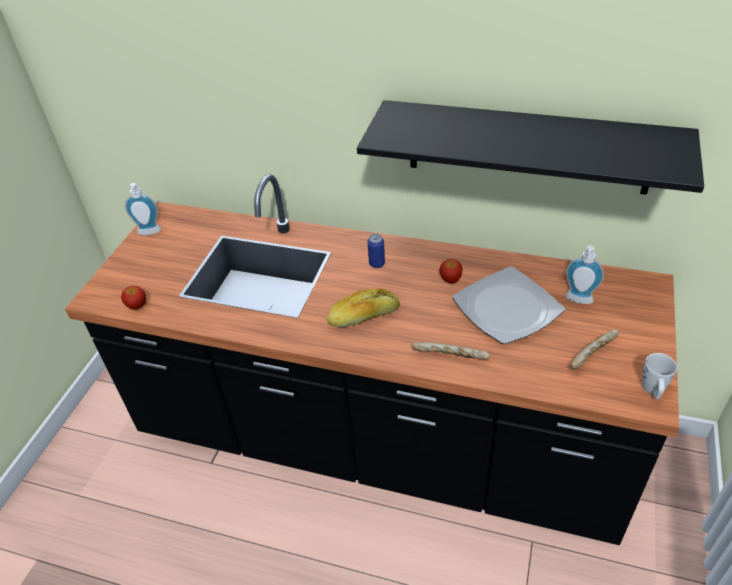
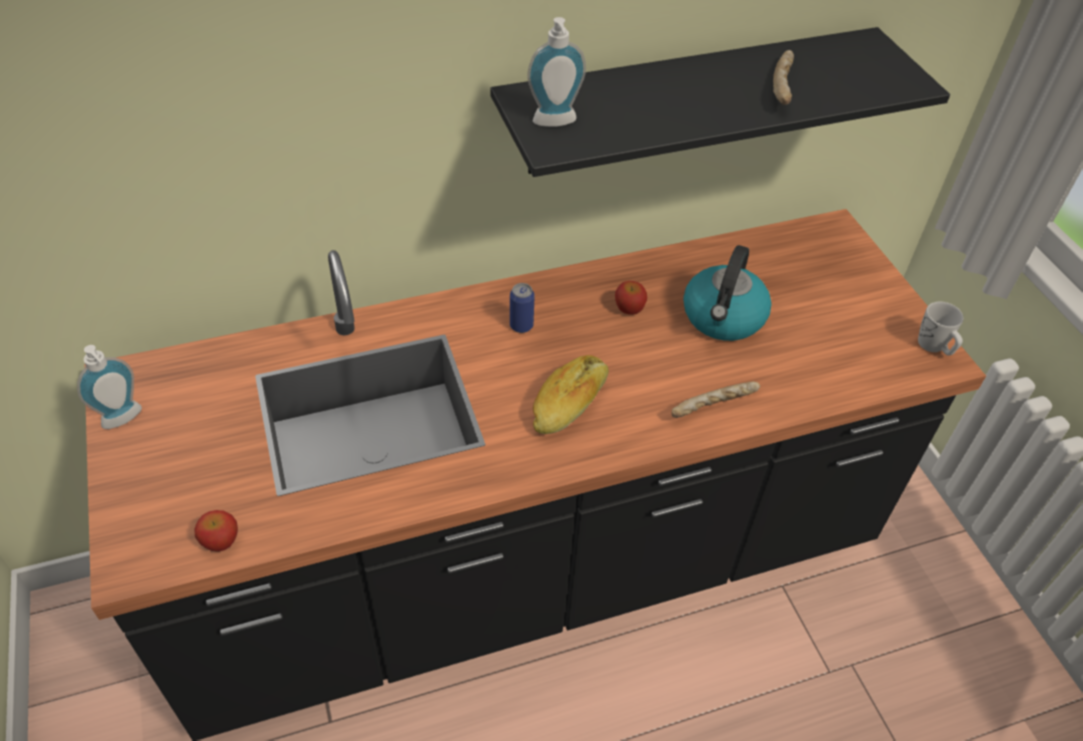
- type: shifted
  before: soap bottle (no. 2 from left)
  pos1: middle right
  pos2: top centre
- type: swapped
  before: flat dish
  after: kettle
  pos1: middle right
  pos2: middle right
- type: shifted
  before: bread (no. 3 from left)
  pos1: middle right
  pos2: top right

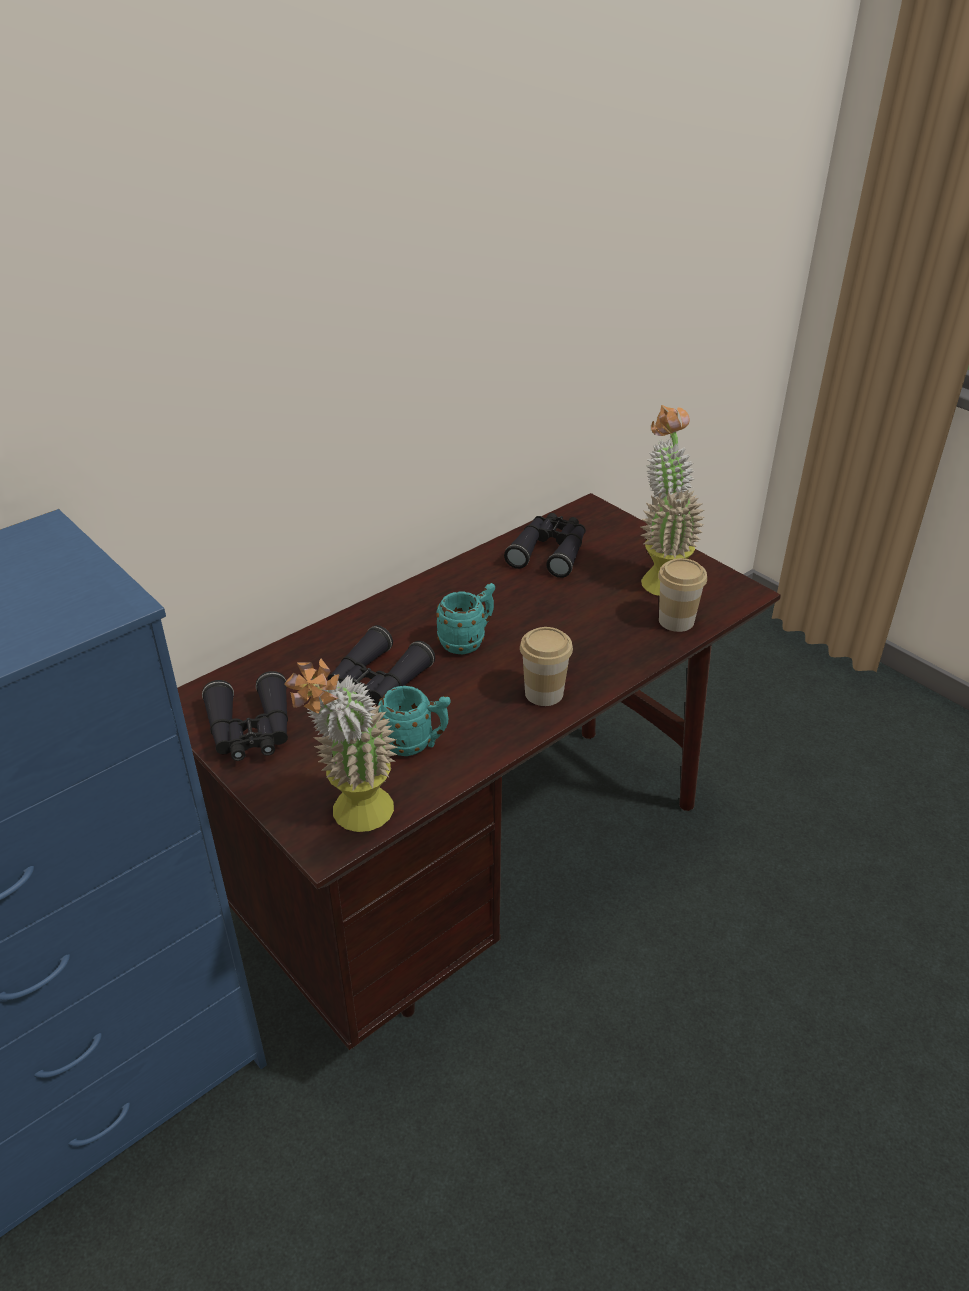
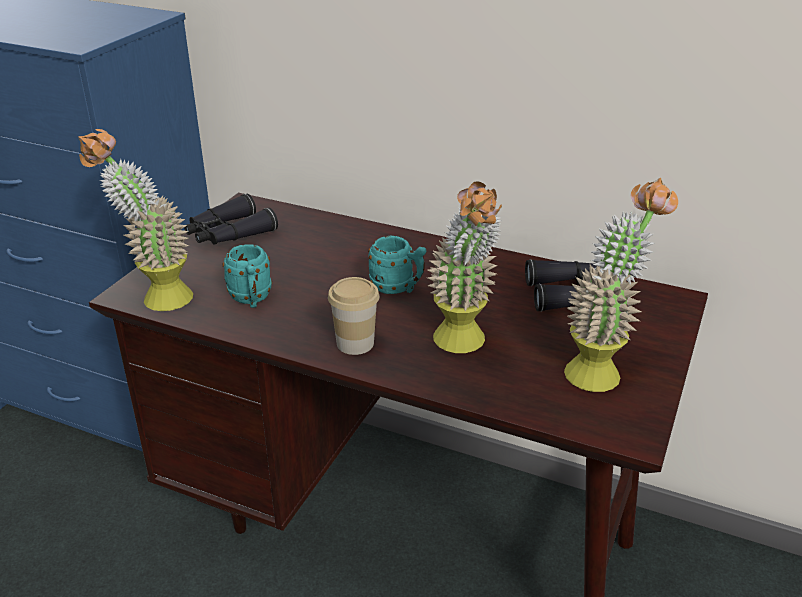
- type: new
  after: plant in a pot (no. 2 from left)
  pos2: centre
- type: gone
  before: black-coloured field glasses (no. 2 from left)
  pos1: centre
- type: gone
  before: cup (no. 2 from left)
  pos1: middle right

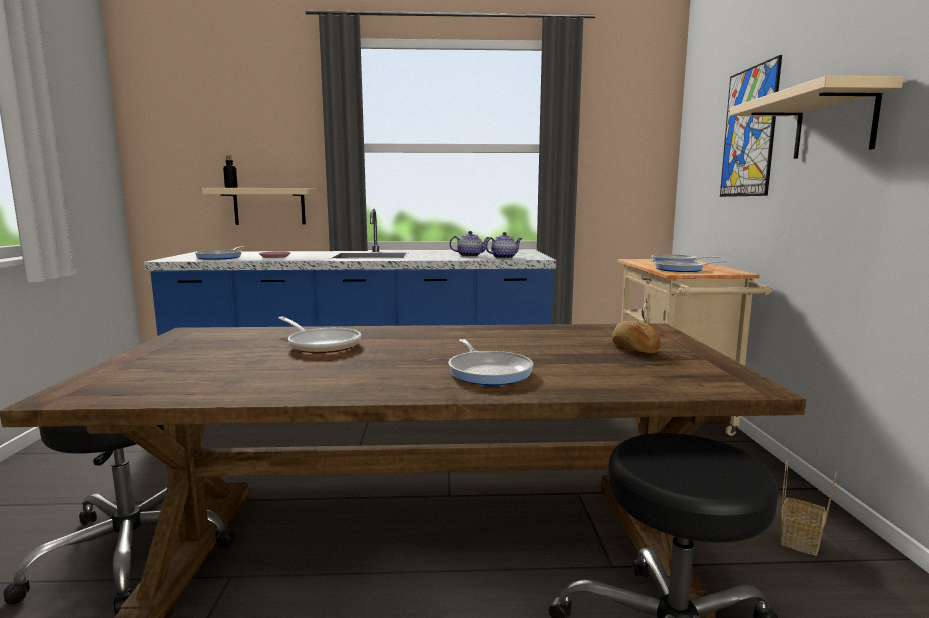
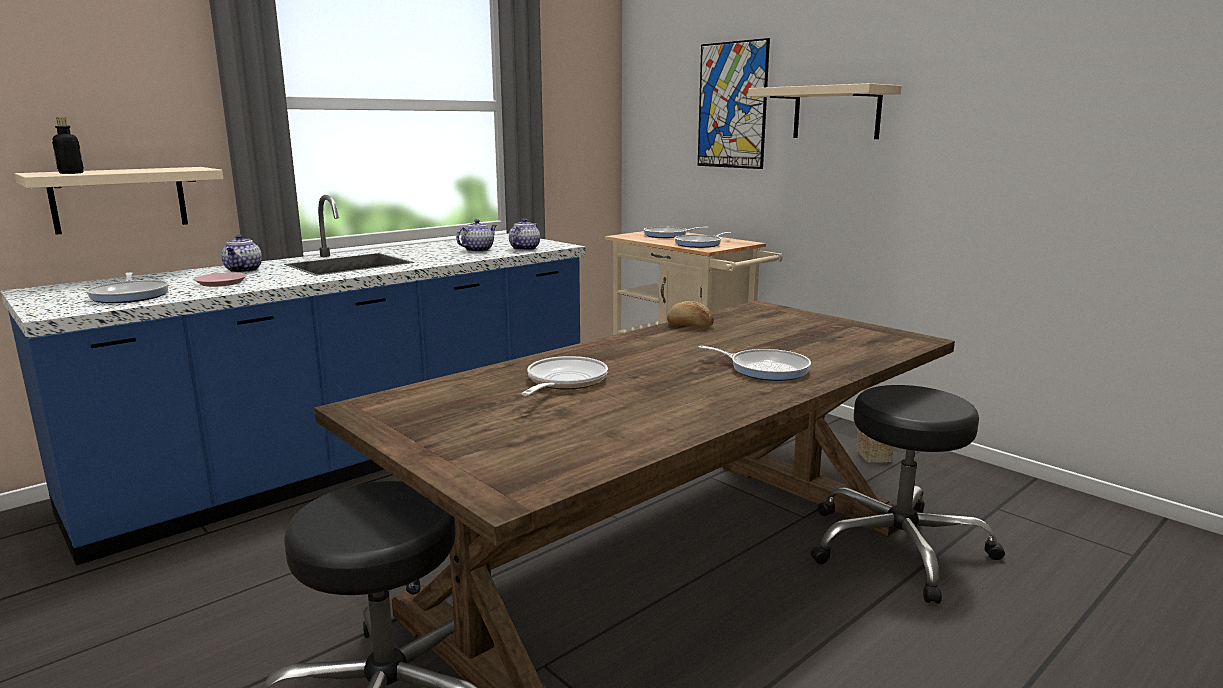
- type: new
  after: tea pot (no. 1 from left)
  pos2: middle left
- type: rotated
  before: pan (no. 2 from left)
  pos1: centre
  pos2: centre
  turn: -75
- type: shifted
  before: bread
  pos1: middle right
  pos2: centre

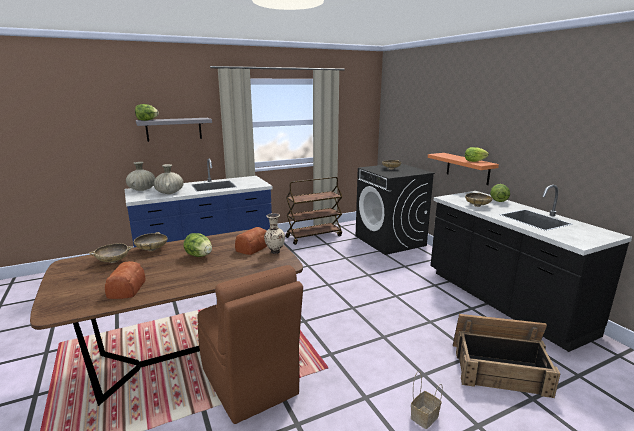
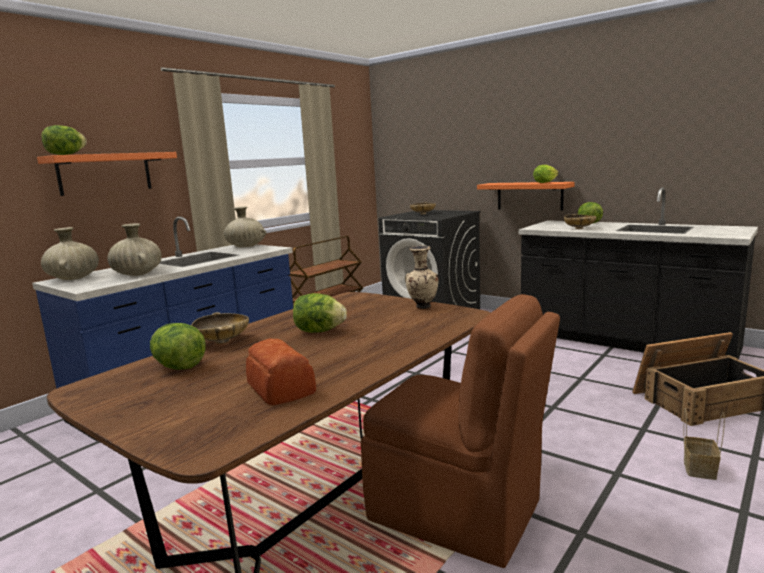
- type: repainted
  before: greyish wall shelf
  after: orange-coloured wall shelf (no. 1 from left)
  pos1: top left
  pos2: top left
- type: swapped
  before: beige-coloured serving bowl (no. 1 from left)
  after: lettuce (no. 2 from left)
  pos1: middle left
  pos2: middle left
- type: new
  after: beige-coloured vase (no. 3 from left)
  pos2: middle left
- type: gone
  before: bread (no. 2 from left)
  pos1: centre

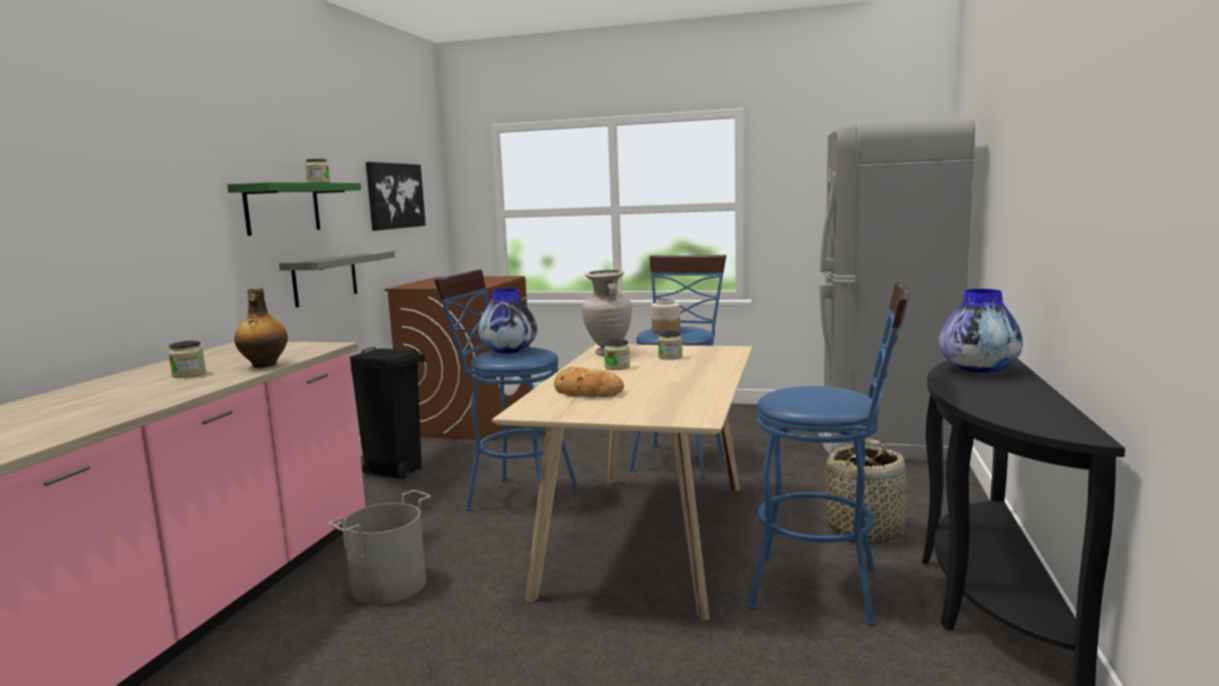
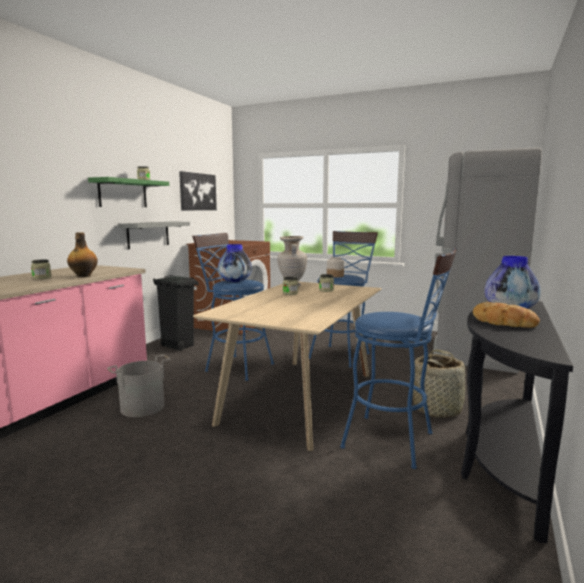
- type: shifted
  before: bread
  pos1: centre
  pos2: middle right

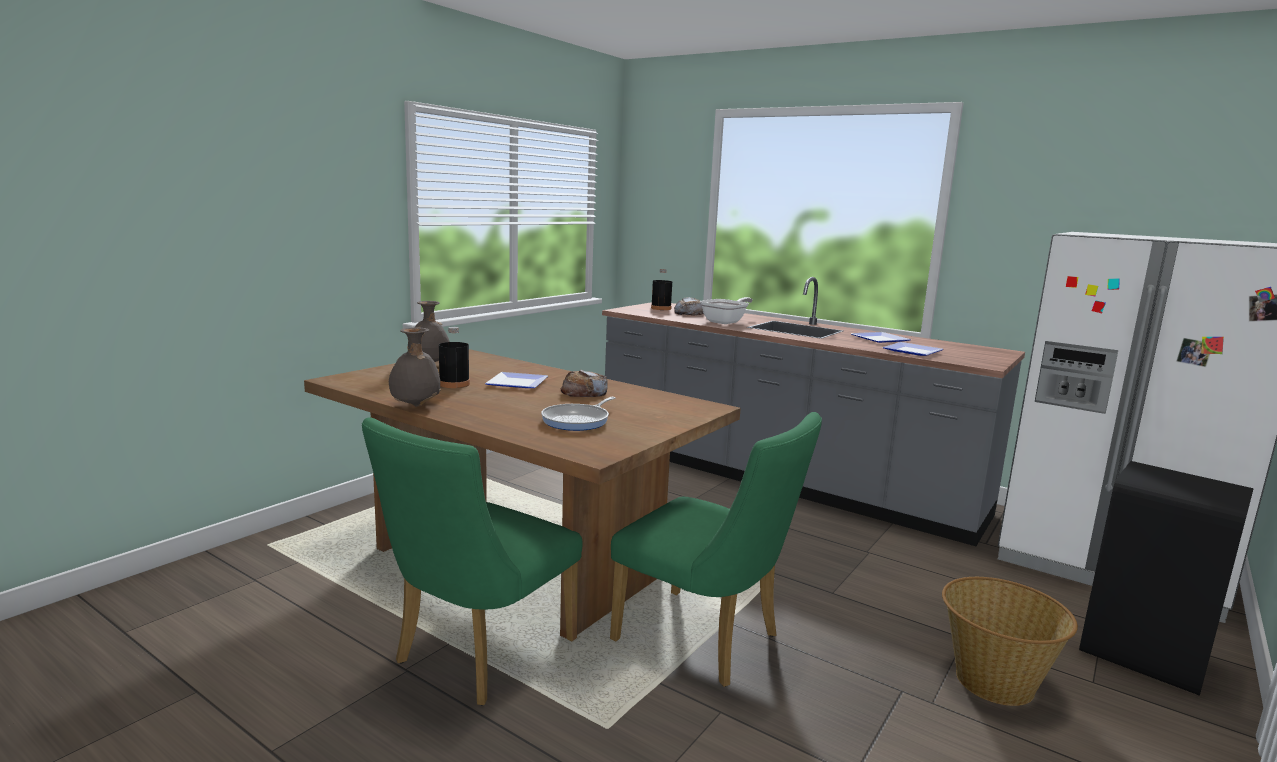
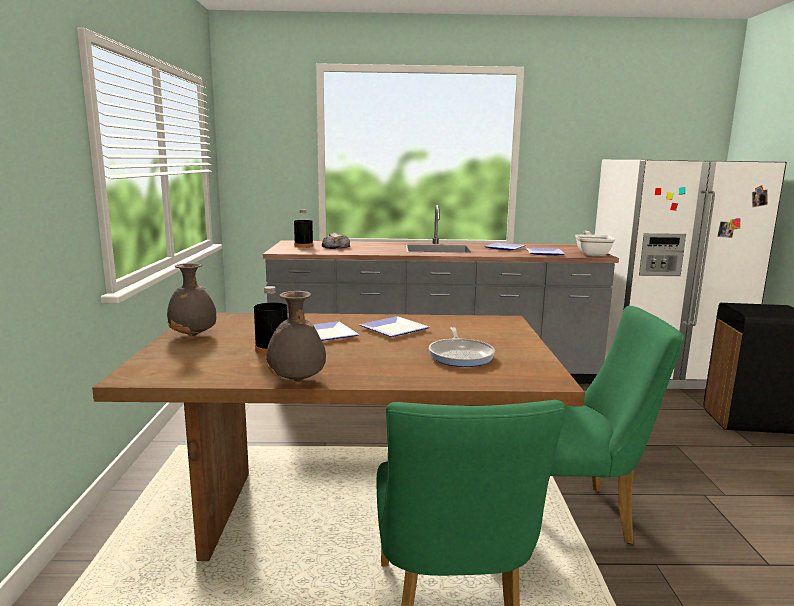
- type: swapped
  before: bread (no. 1 from left)
  after: flat dish (no. 2 from left)
  pos1: centre
  pos2: centre
- type: shifted
  before: pan (no. 2 from left)
  pos1: centre
  pos2: middle right
- type: gone
  before: household basket
  pos1: bottom right

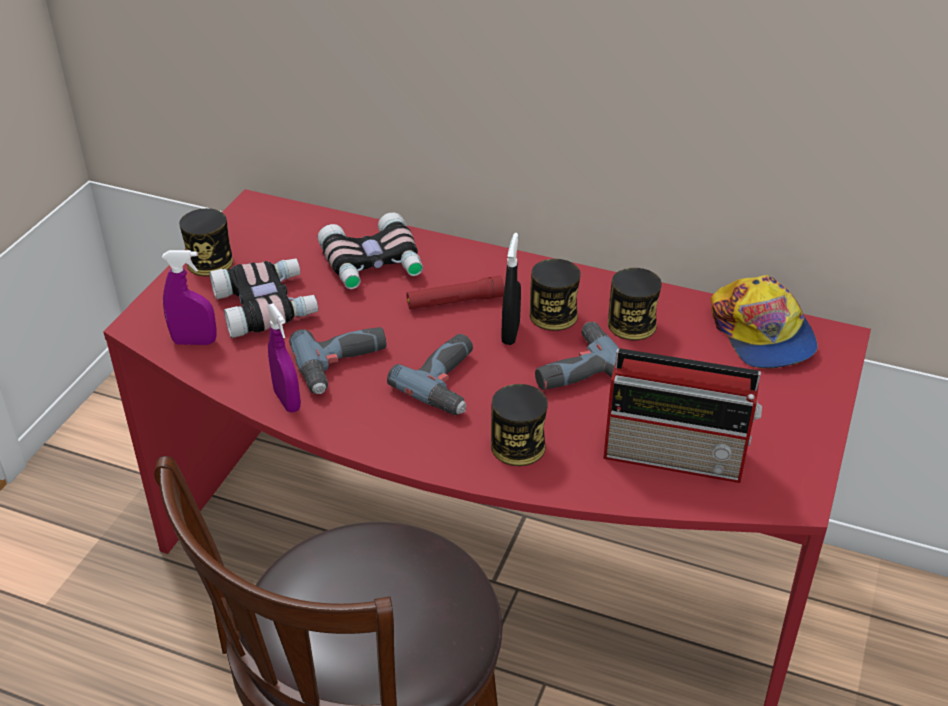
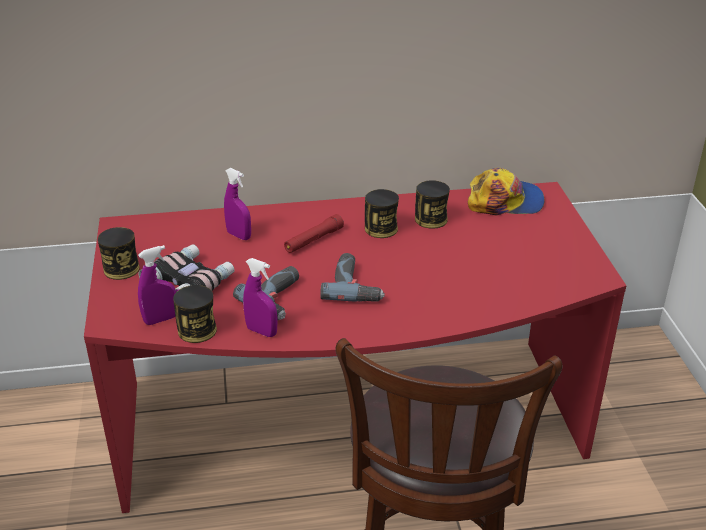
- type: shifted
  before: can (no. 2 from left)
  pos1: centre
  pos2: middle left
- type: swapped
  before: field glasses (no. 2 from left)
  after: purplish spray bottle (no. 2 from left)
  pos1: centre
  pos2: centre
- type: rotated
  before: peaked cap
  pos1: middle right
  pos2: middle right
  turn: -45
- type: gone
  before: black-coloured spray bottle
  pos1: centre
- type: gone
  before: electric drill (no. 3 from left)
  pos1: centre
- type: gone
  before: radio receiver
  pos1: middle right

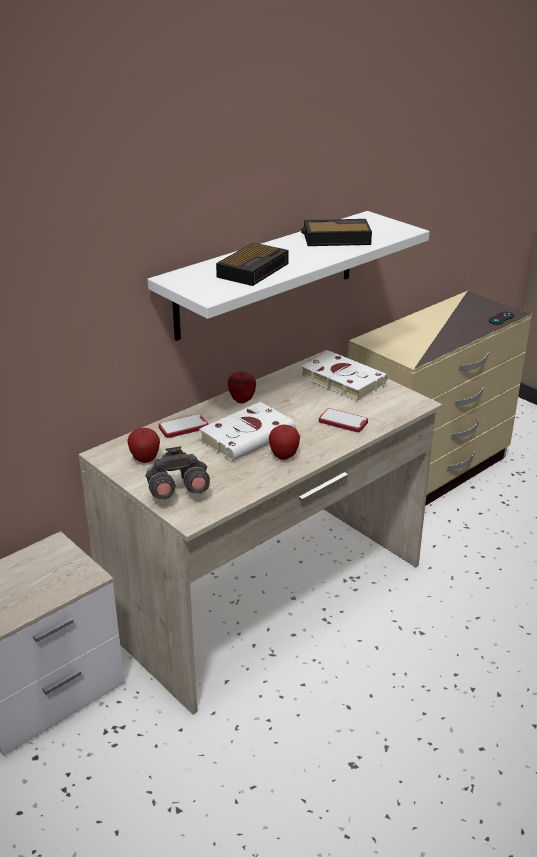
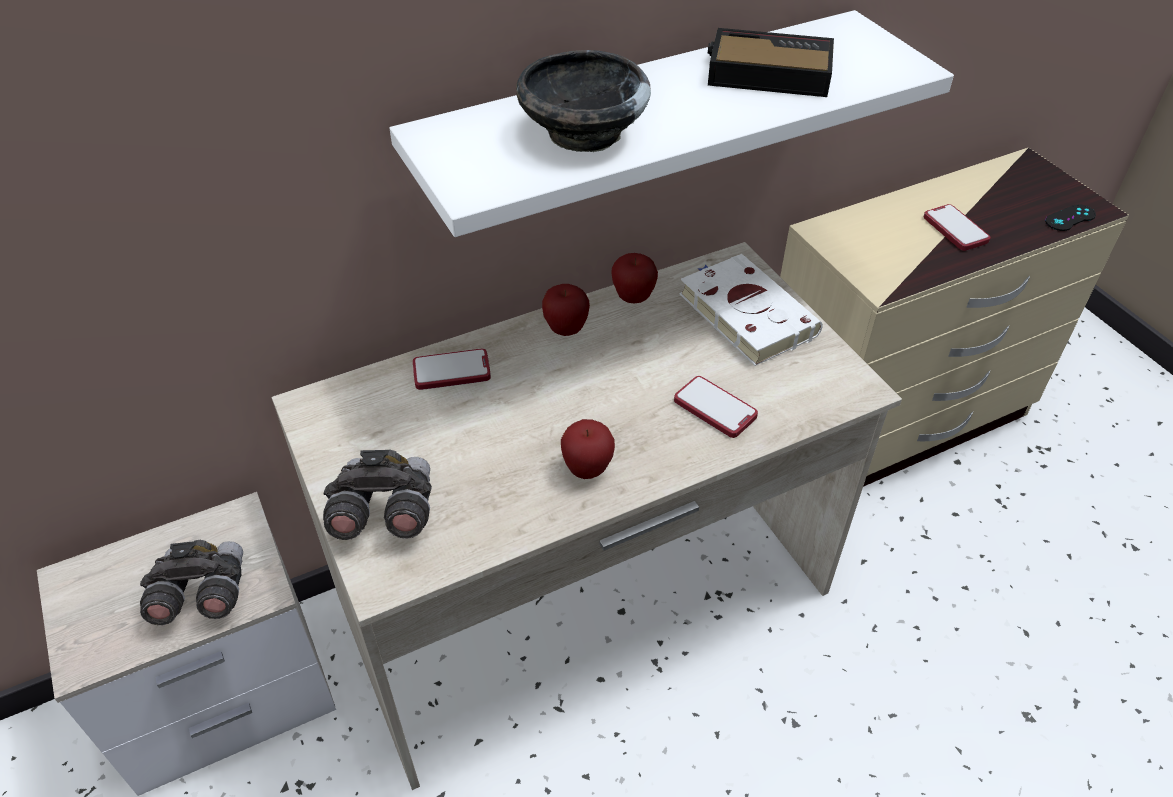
- type: new
  after: greyish field glasses (no. 1 from left)
  pos2: bottom left
- type: swapped
  before: alarm clock (no. 1 from left)
  after: black-coloured serving bowl
  pos1: top centre
  pos2: top centre
- type: shifted
  before: whole apple (no. 1 from left in the first image)
  after: whole apple (no. 3 from left)
  pos1: middle left
  pos2: centre
- type: new
  after: handset (no. 3 from left)
  pos2: top right
- type: gone
  before: white book (no. 1 from left)
  pos1: centre

